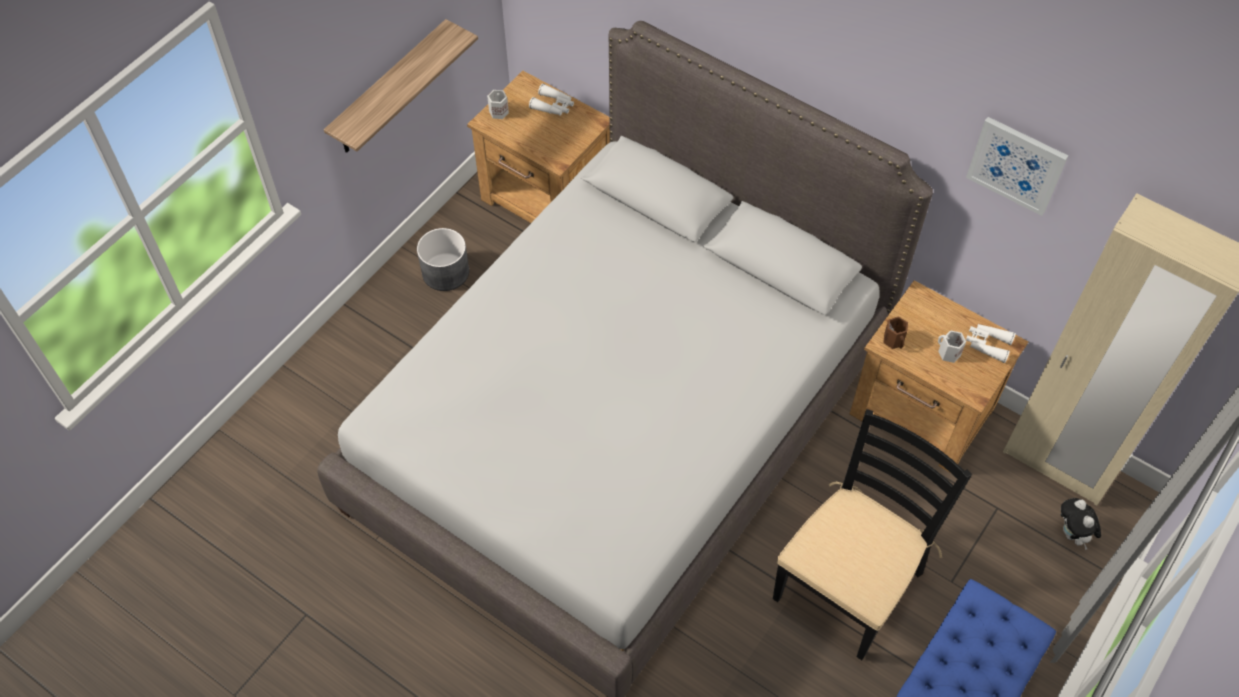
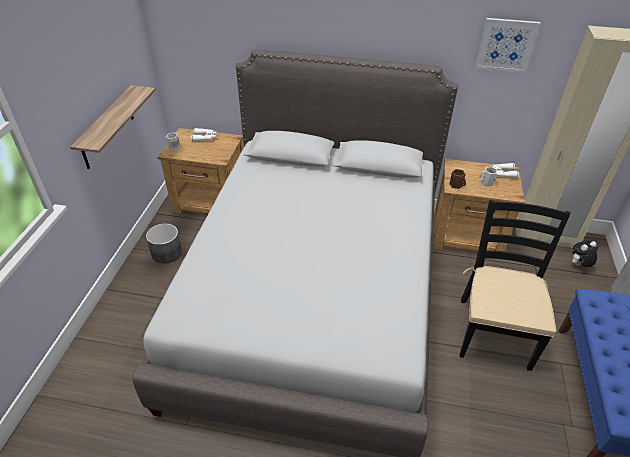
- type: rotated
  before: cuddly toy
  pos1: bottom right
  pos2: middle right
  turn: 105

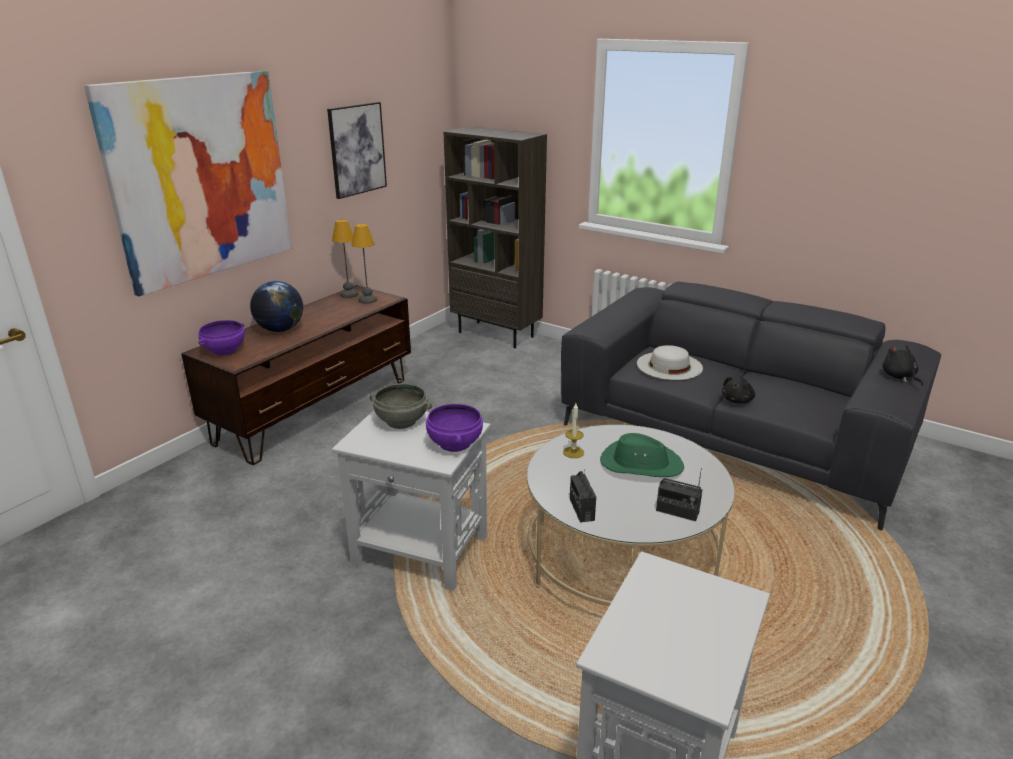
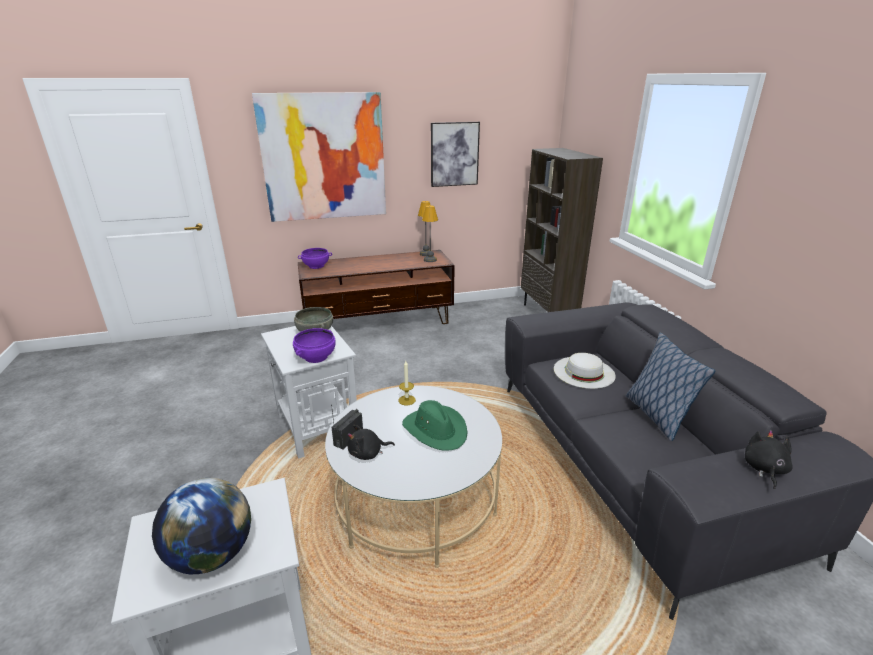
- type: shifted
  before: desk globe
  pos1: middle left
  pos2: bottom left
- type: shifted
  before: black-coloured cuddly toy (no. 1 from left)
  pos1: middle right
  pos2: bottom centre
- type: new
  after: throw pillow
  pos2: middle right
- type: gone
  before: radio receiver (no. 2 from left)
  pos1: middle right

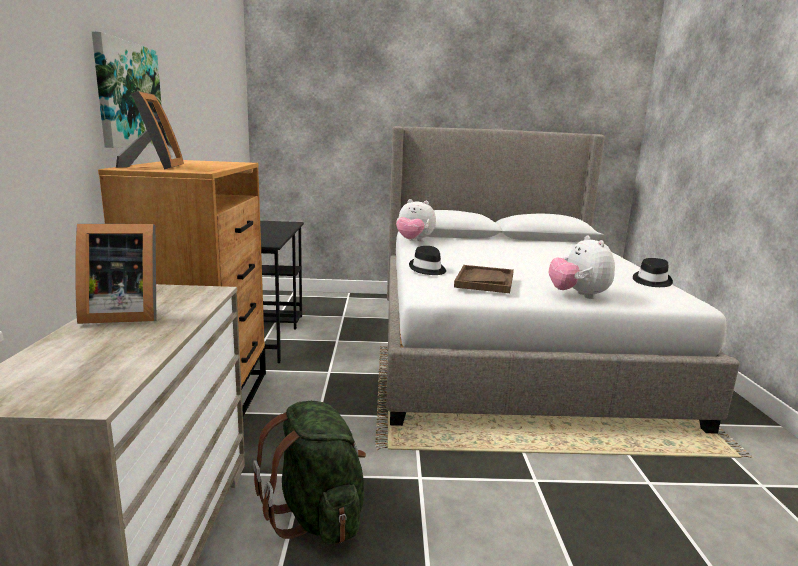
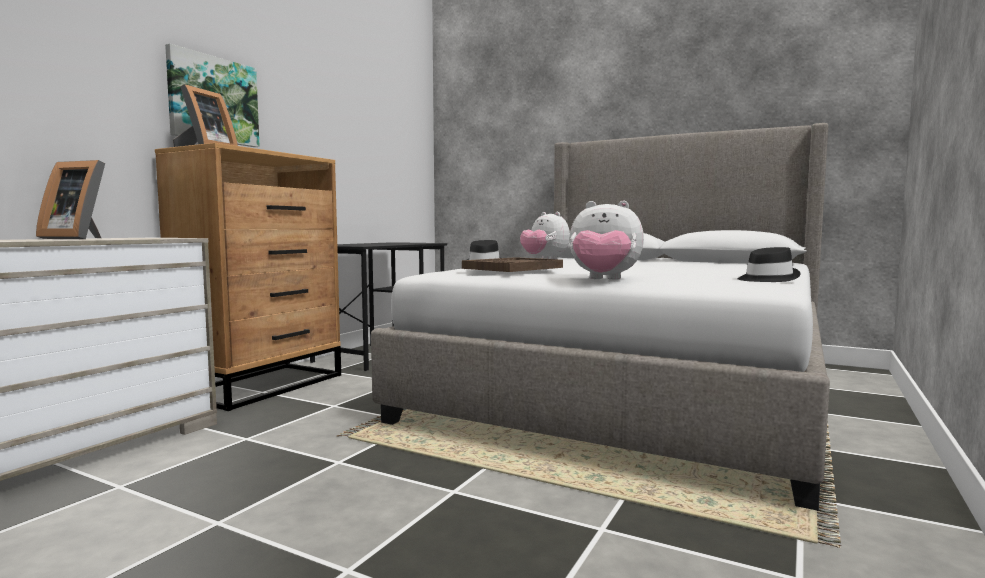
- type: rotated
  before: cuddly toy (no. 2 from left)
  pos1: middle right
  pos2: centre
  turn: -90
- type: gone
  before: green rucksack
  pos1: bottom centre

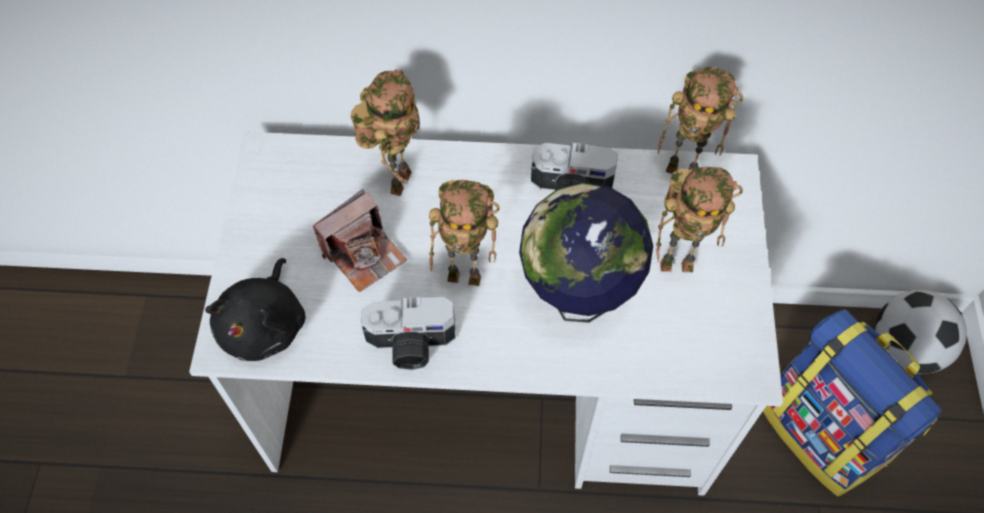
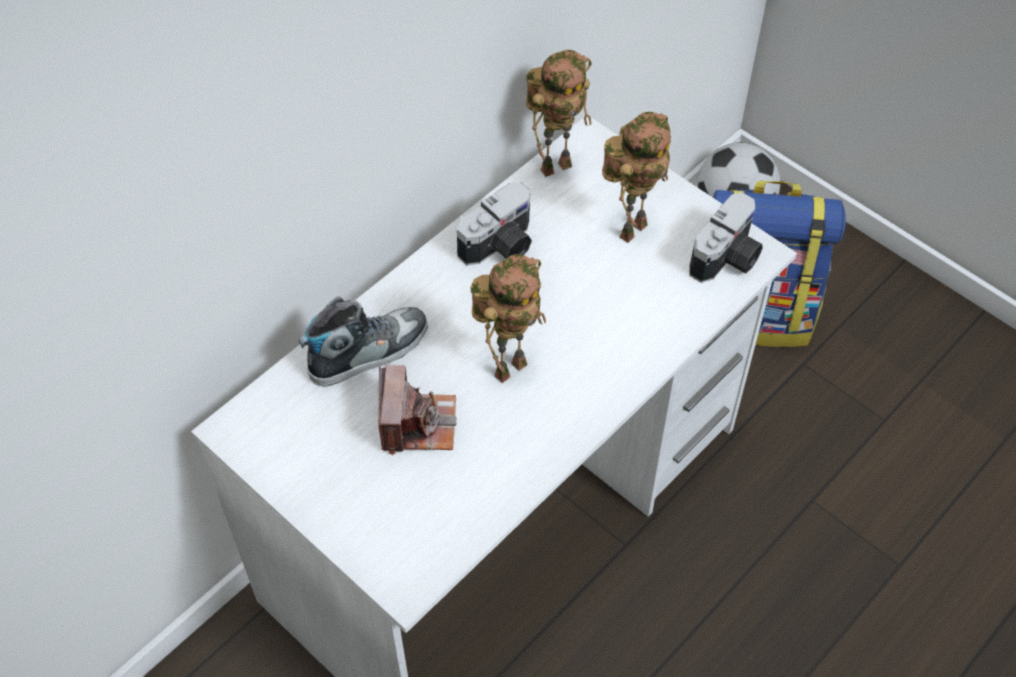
- type: swapped
  before: robot figure (no. 1 from left)
  after: low shoe
  pos1: top centre
  pos2: centre
- type: shifted
  before: photo camera (no. 2 from left in the first image)
  after: photo camera (no. 3 from left)
  pos1: centre
  pos2: middle right
- type: gone
  before: black-coloured cuddly toy
  pos1: middle left
- type: gone
  before: desk globe
  pos1: centre

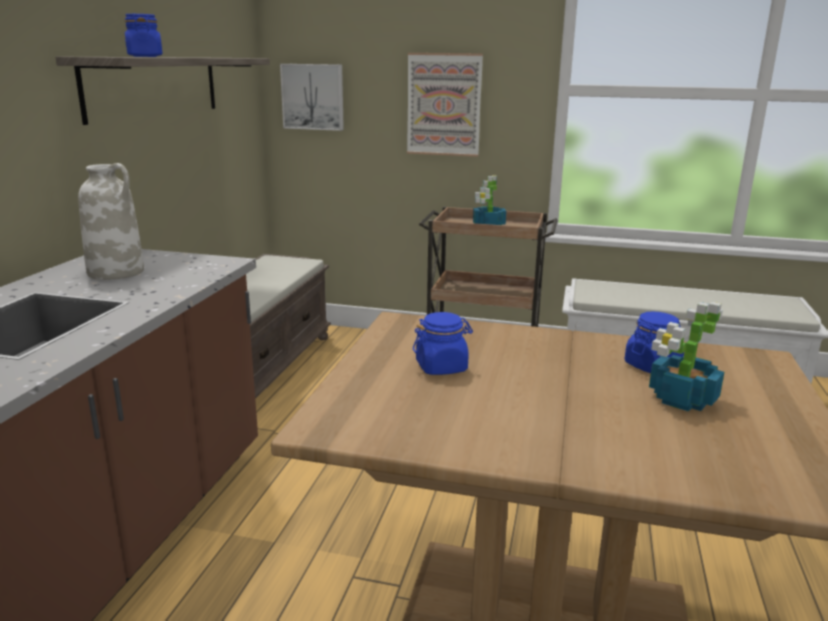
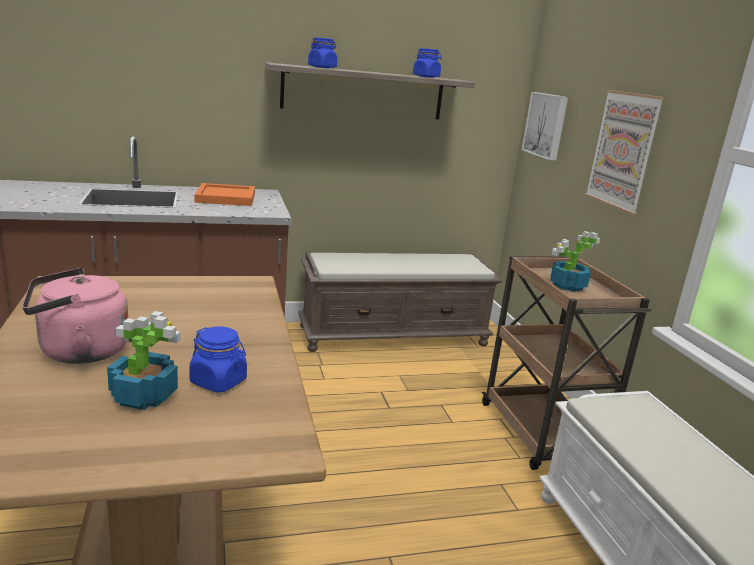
- type: new
  after: pink kettle
  pos2: middle left
- type: swapped
  before: white vase
  after: orange-coloured tray
  pos1: middle left
  pos2: middle left
- type: shifted
  before: blue-coloured storage jar (no. 2 from left in the first image)
  after: blue-coloured storage jar (no. 3 from left)
  pos1: centre
  pos2: top centre

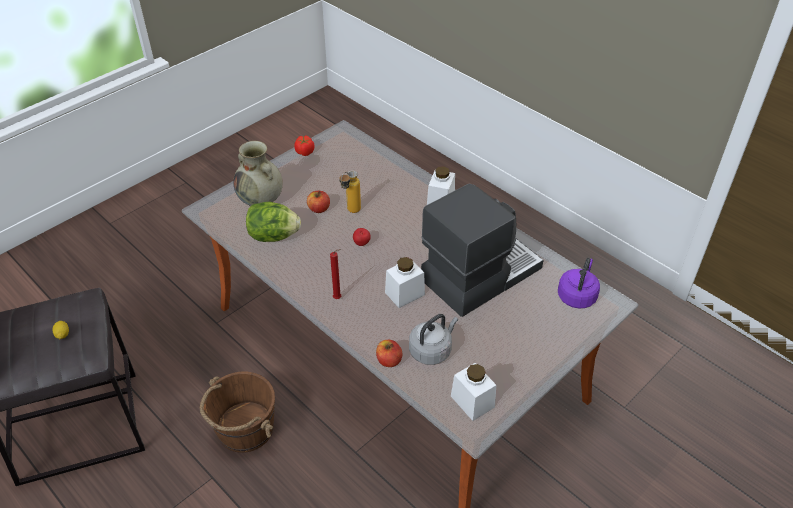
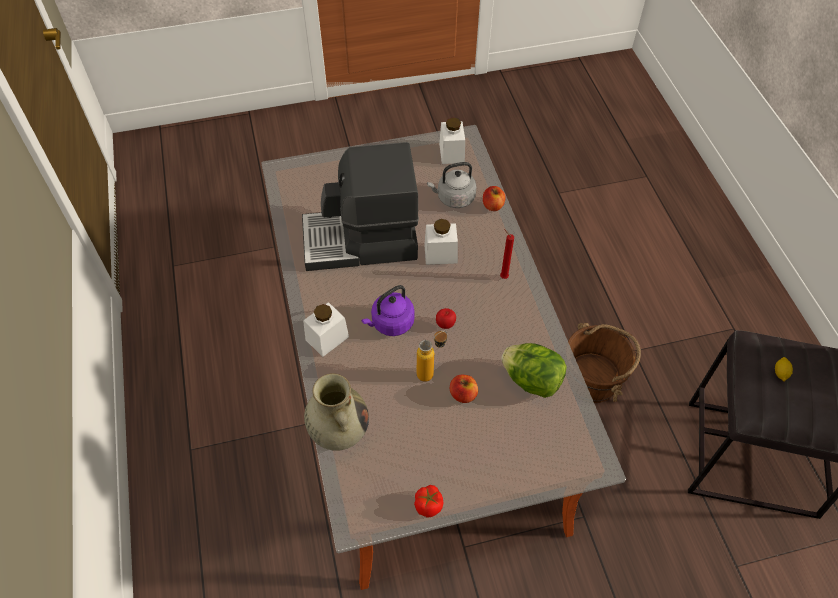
- type: shifted
  before: beige-coloured vase
  pos1: middle left
  pos2: bottom centre
- type: shifted
  before: purplish kettle
  pos1: middle right
  pos2: centre

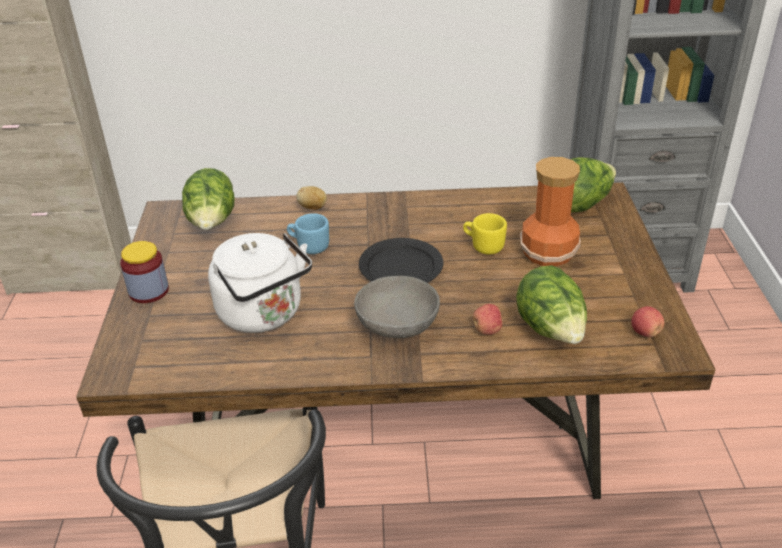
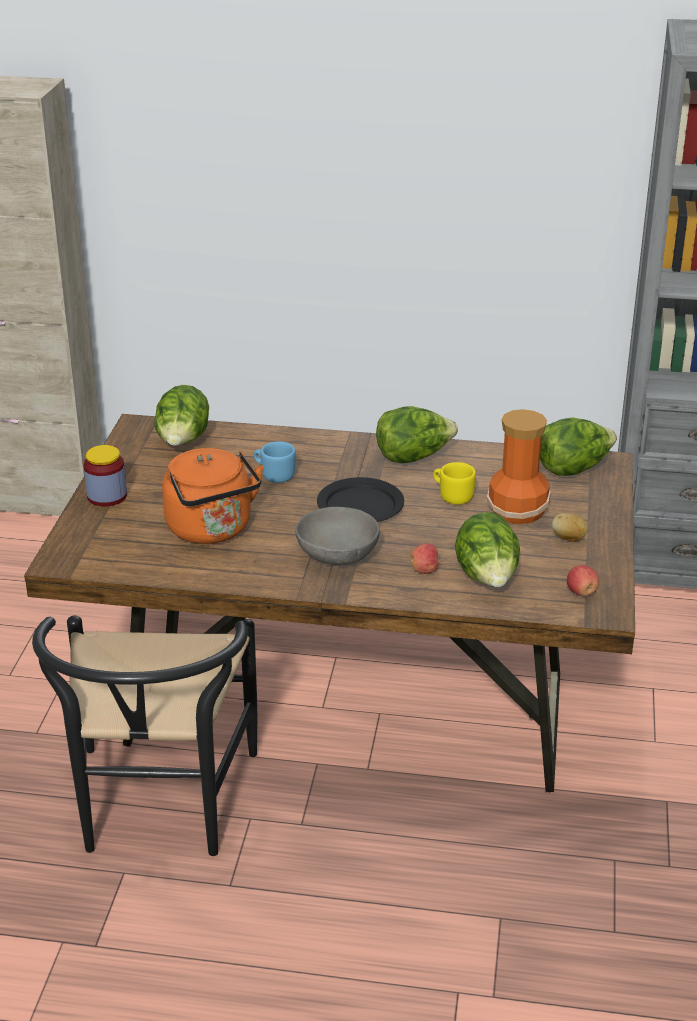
- type: repainted
  before: white kettle
  after: orange-coloured kettle
  pos1: middle left
  pos2: middle left
- type: new
  after: lettuce (no. 2 from left)
  pos2: centre
- type: shifted
  before: whole potato
  pos1: centre
  pos2: middle right

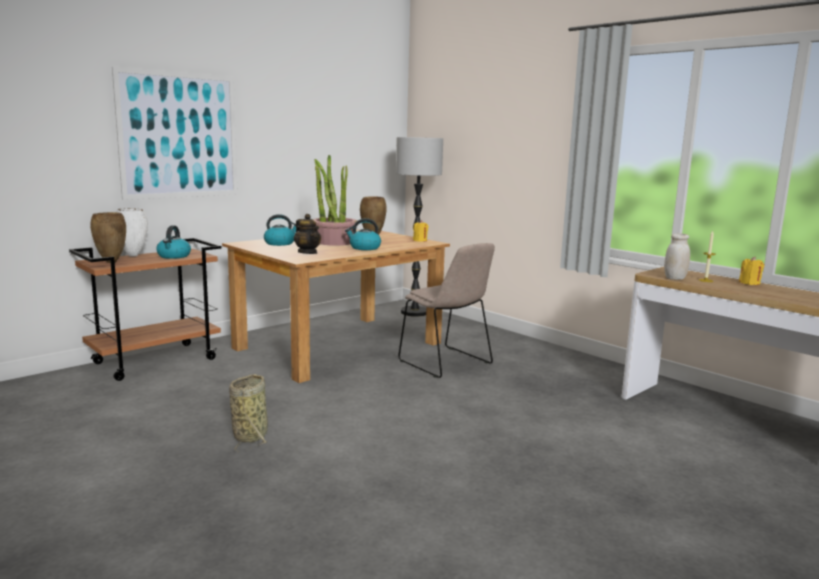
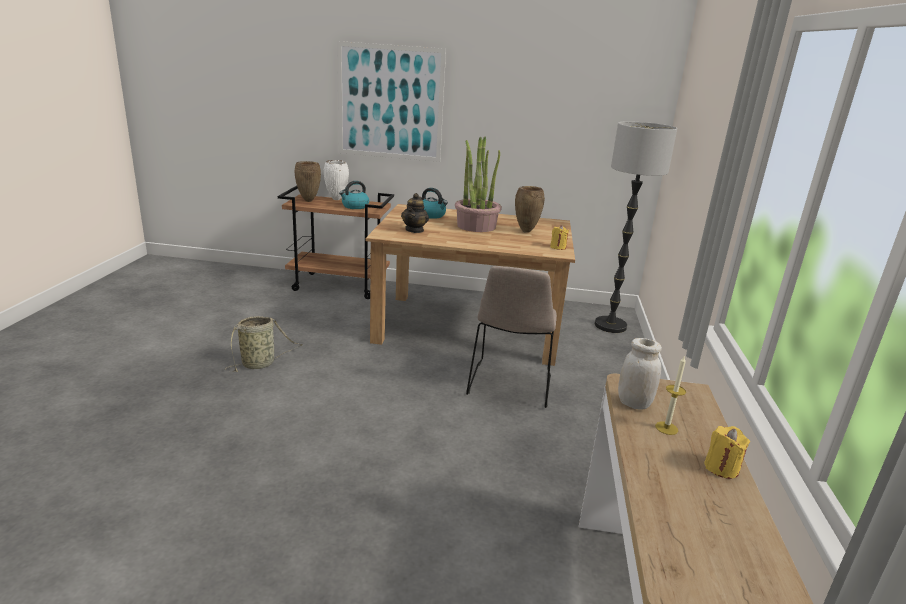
- type: gone
  before: kettle (no. 3 from left)
  pos1: centre

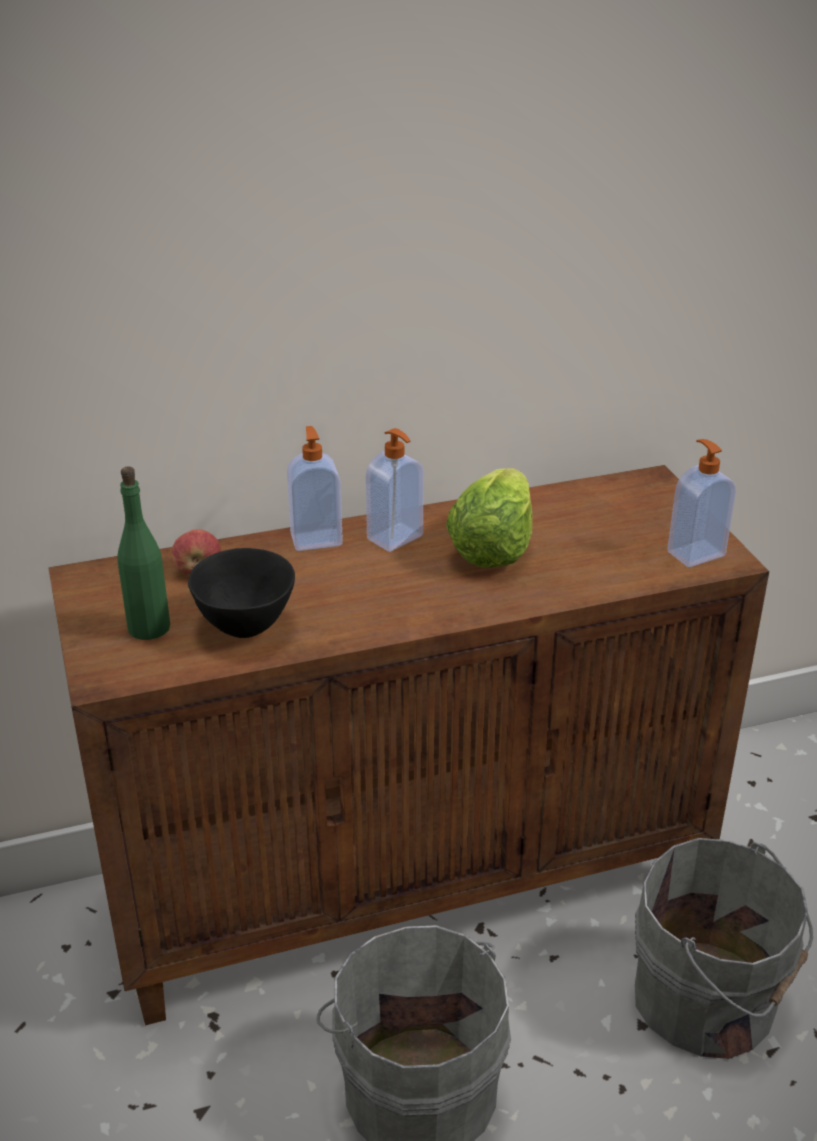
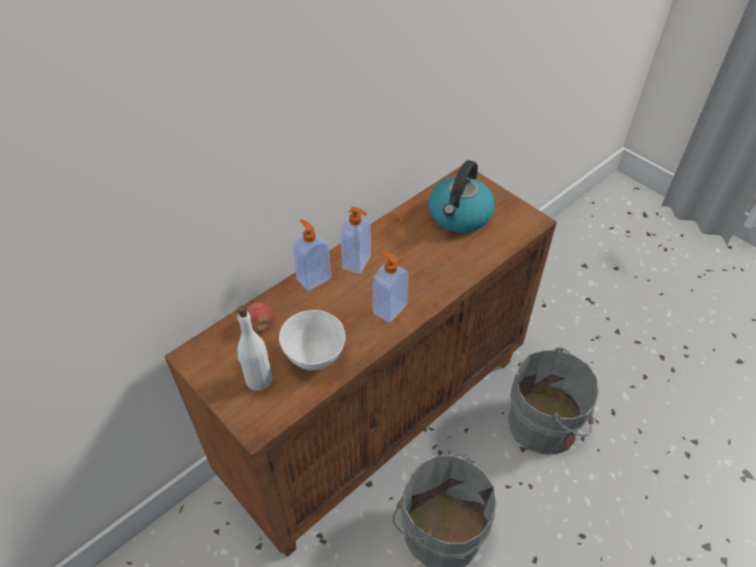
- type: repainted
  before: green bottle
  after: white bottle
  pos1: middle left
  pos2: centre
- type: repainted
  before: black-coloured serving bowl
  after: white serving bowl
  pos1: middle left
  pos2: centre
- type: shifted
  before: soap bottle (no. 3 from left)
  pos1: middle right
  pos2: centre
- type: new
  after: kettle
  pos2: centre
- type: gone
  before: lettuce
  pos1: centre

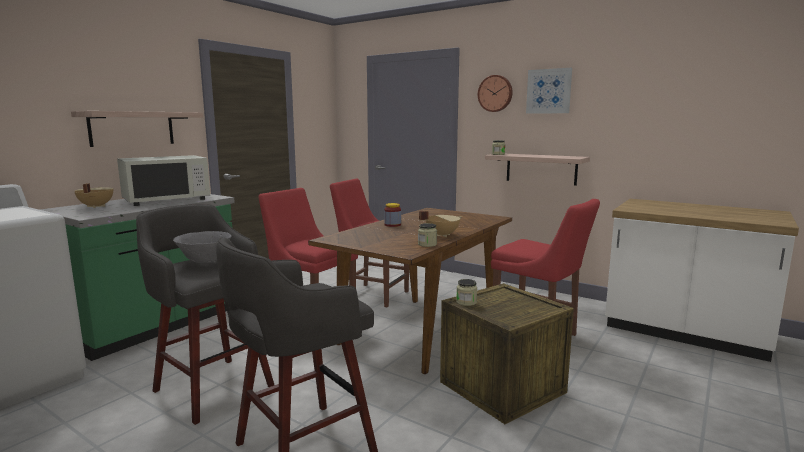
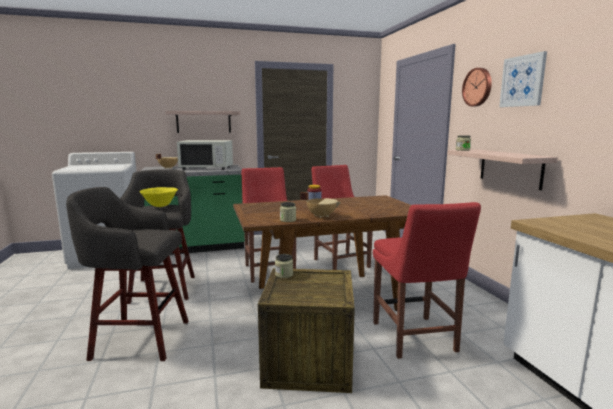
- type: repainted
  before: greyish serving bowl
  after: yellowish serving bowl
  pos1: middle left
  pos2: middle left

